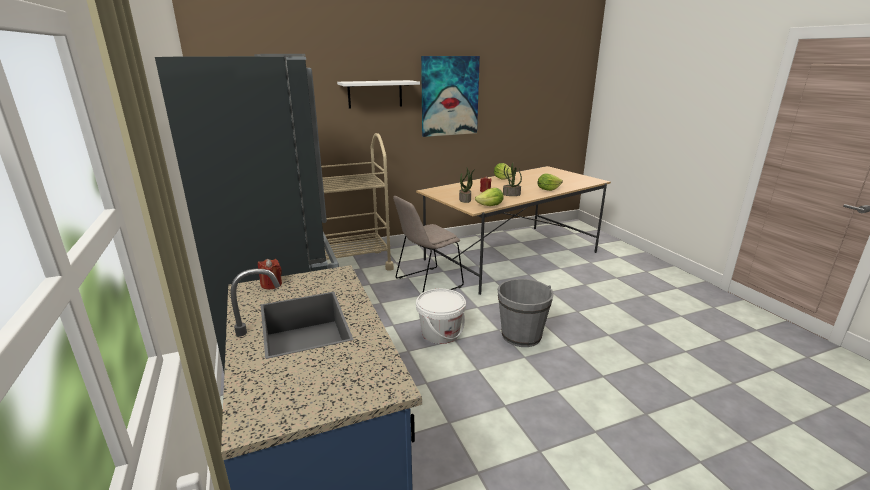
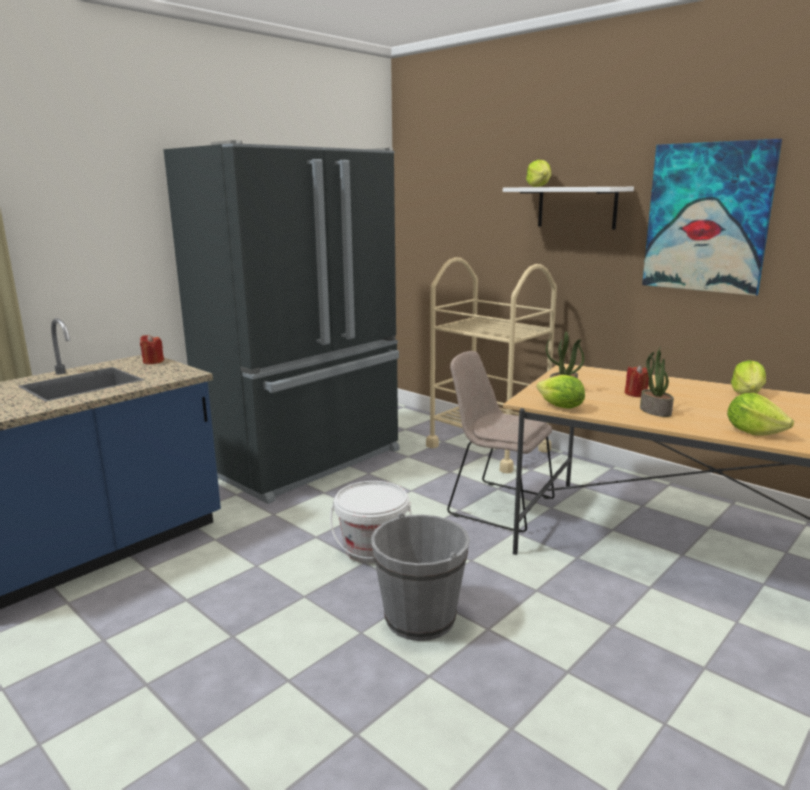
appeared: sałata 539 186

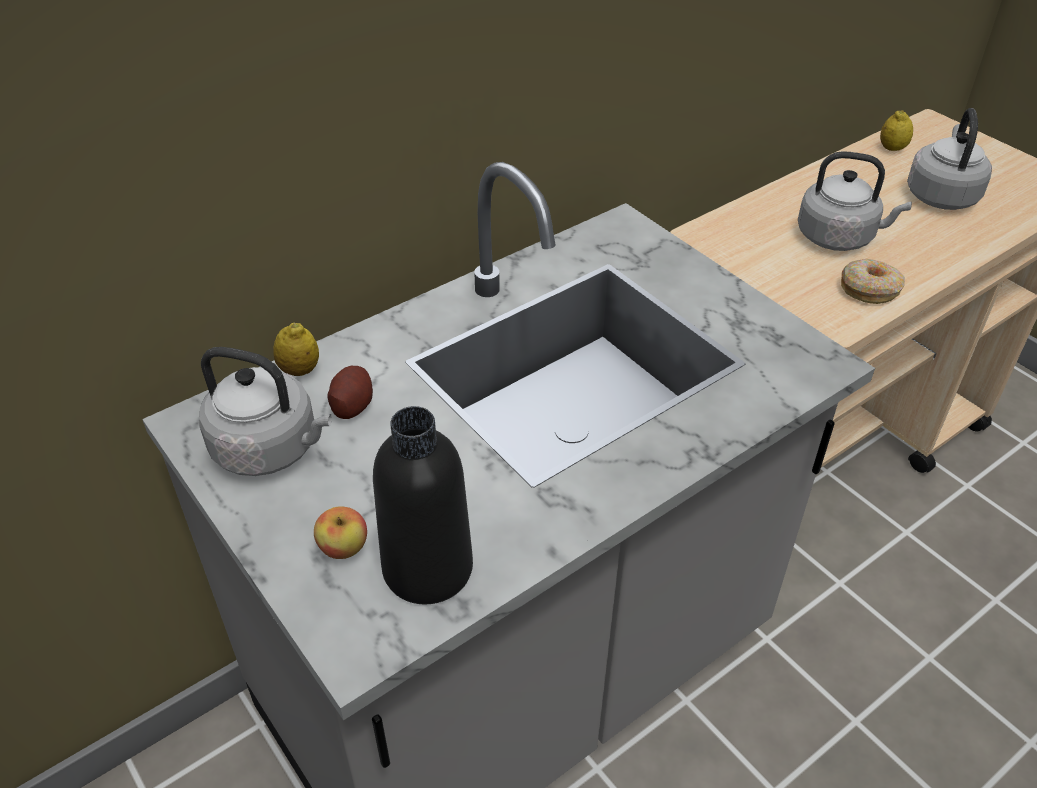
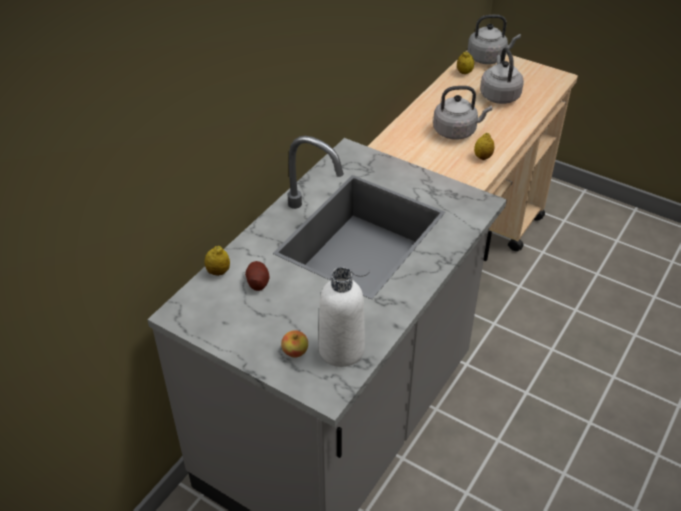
relocated: czajnik/szary 271 449 to 488 58
exchanged: donut 869 289 to cytryna 483 157
colour: butelka/czarny 427 568 to butelka/biały 341 350

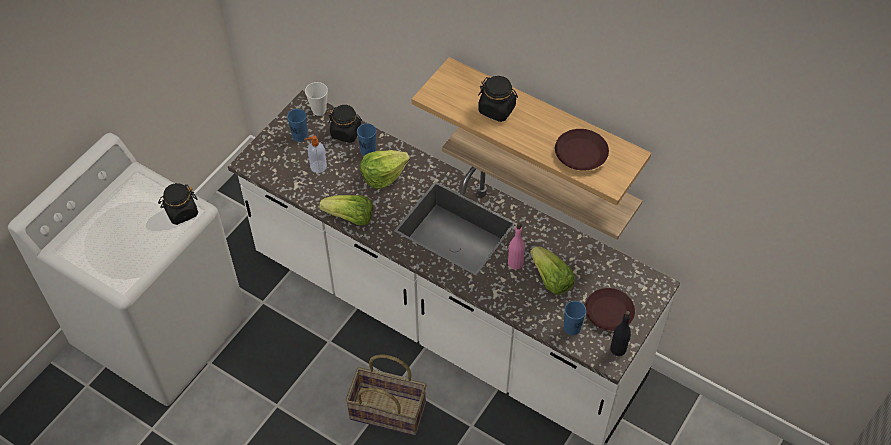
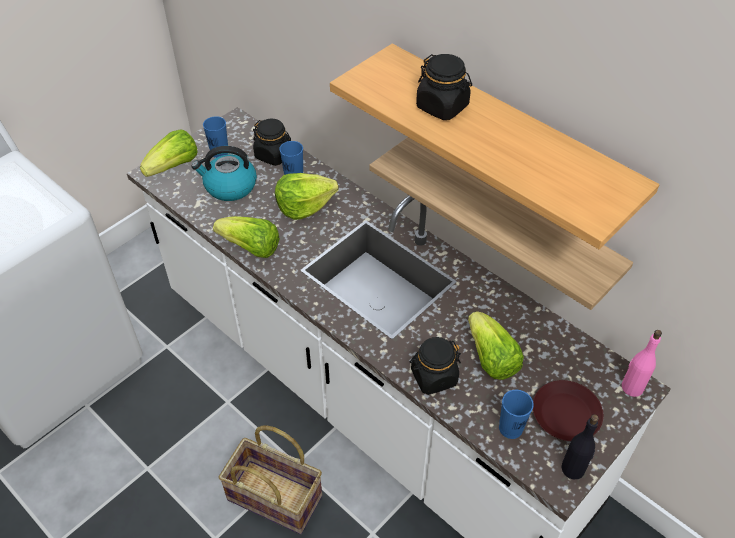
missing: filiżanka 319 110; talerz/brązowy 581 154
appeared: sałata 174 166
relocated: słoik/czarny 181 212 to 433 377; butelka/różowy 515 263 to 632 387
exchanged: dozownik mydła 317 167 to czajnik 229 187

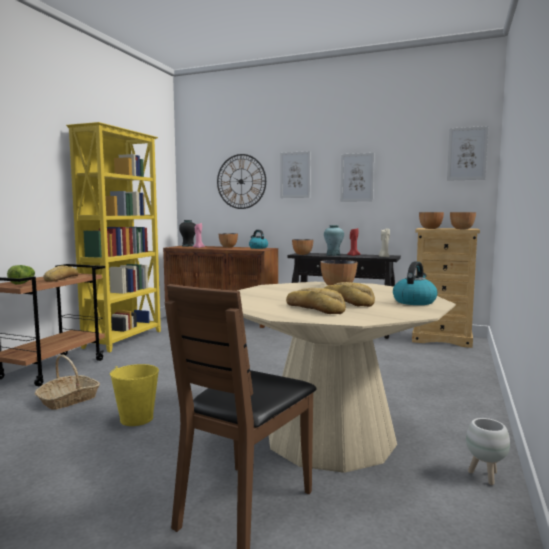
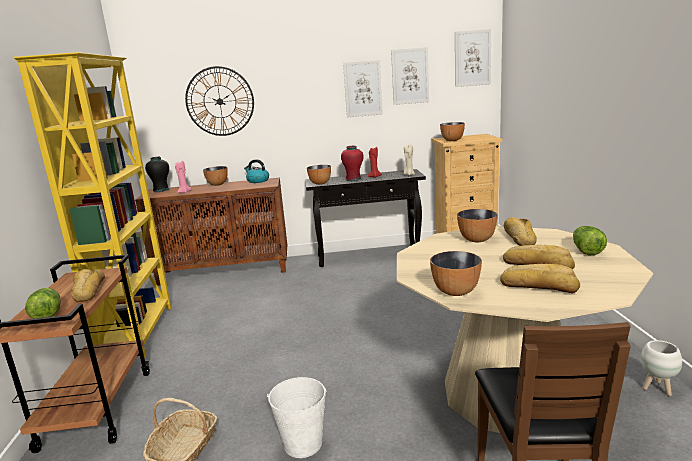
appeared: chleb 519 238
relocated: obraz 295 175 to 410 76; miska 461 229 to 455 291
exchanged: czajnik 414 301 to sałata 586 250
colour: wiadro/żółty 136 418 to wiadro/biały 302 443; wazon/turkusowy 333 255 to wazon/czerwony 353 179

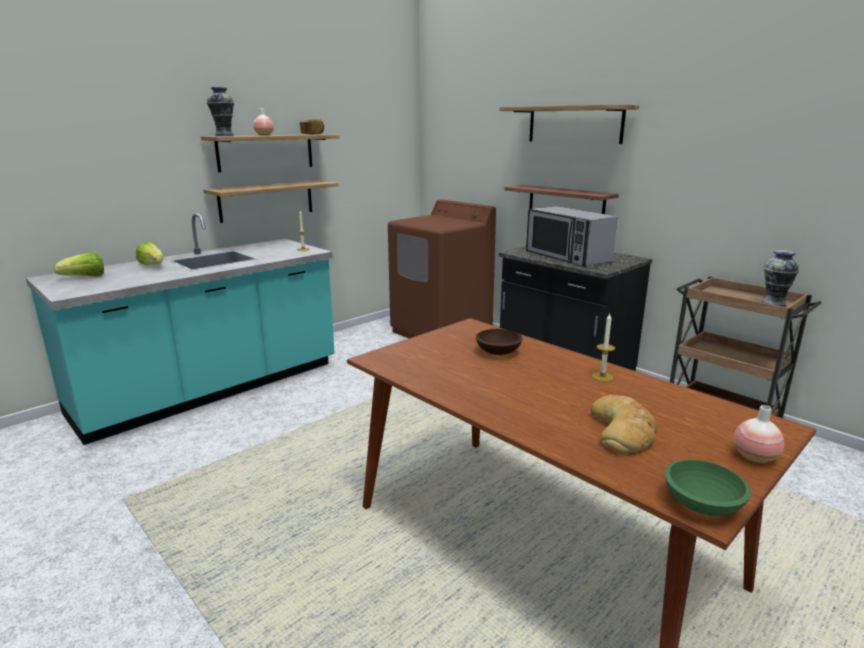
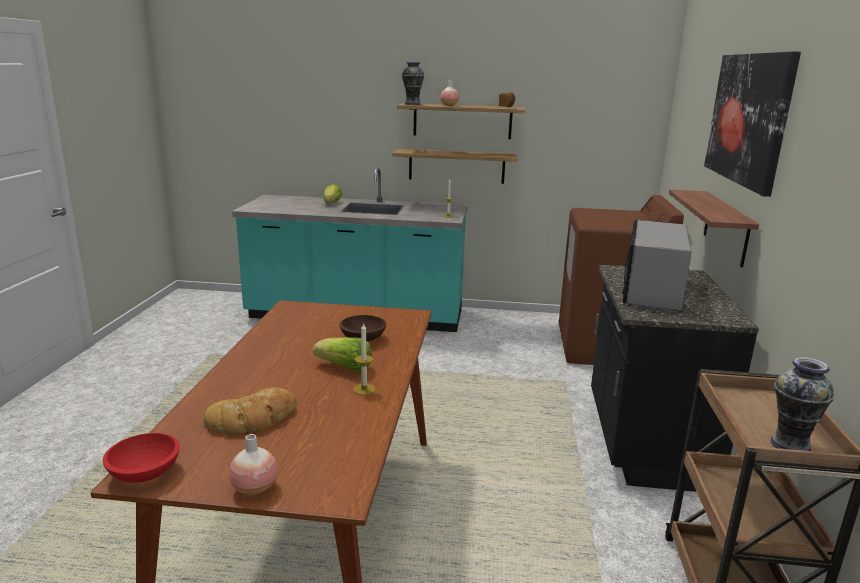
relocated: sałata 85 277 to 345 368
exchanged: półka 574 124 to obraz 748 118
colour: miska/zielony 702 503 to miska/czerwony 146 473

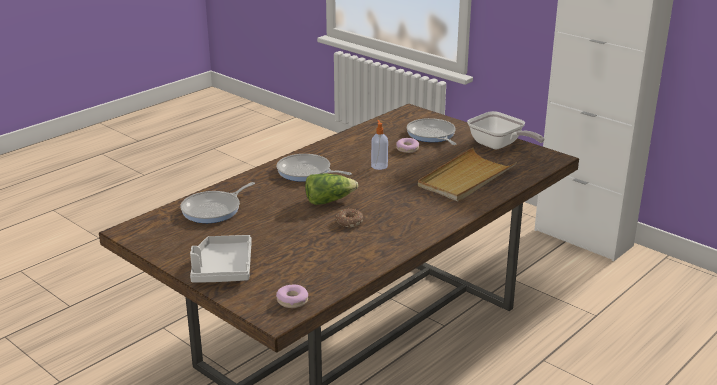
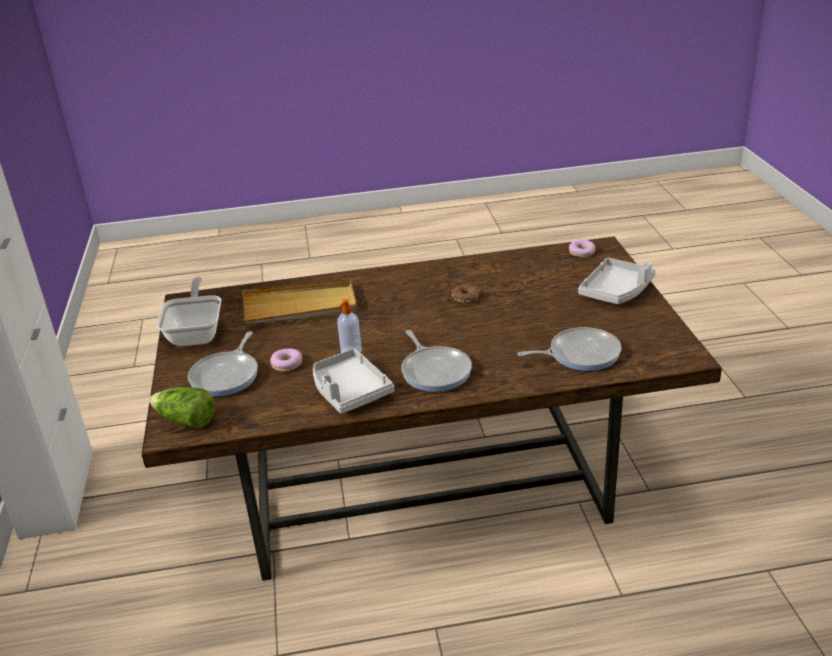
appeared: taca/szary 349 391
relocated: sałata 329 201 to 186 421

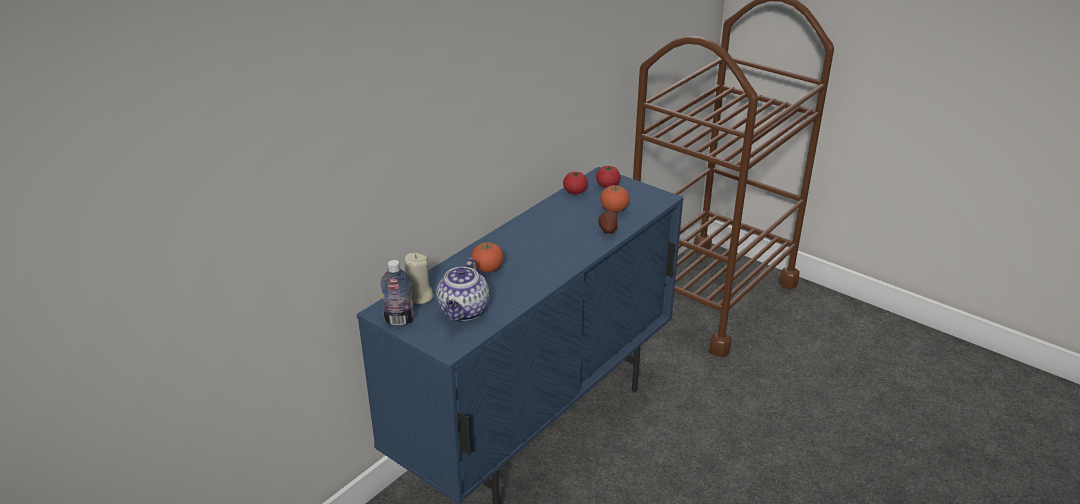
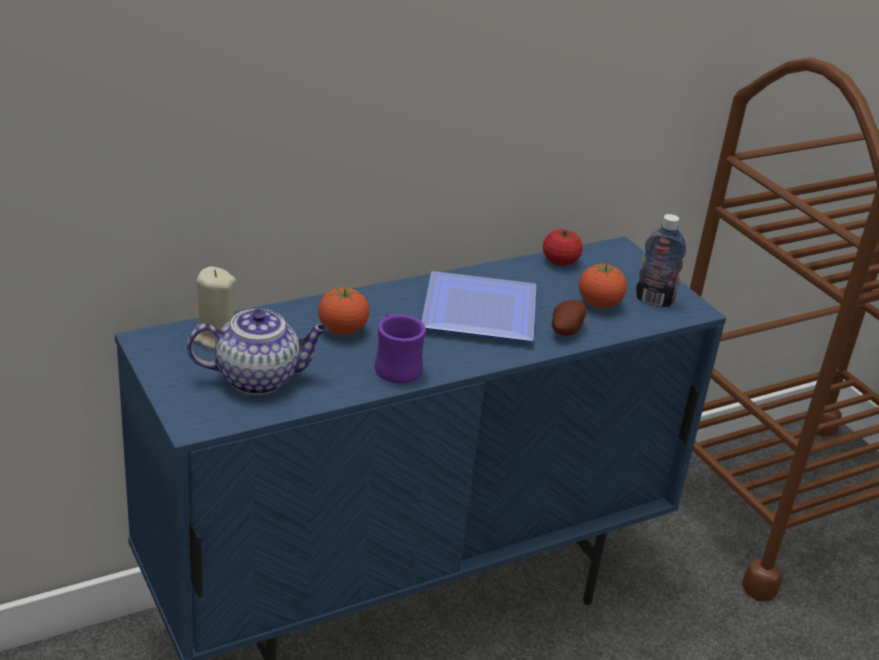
missing: pomidor 607 185
appeared: kubek/fioletowy 395 366; talerz 475 313
relocated: butelka 399 320 to 654 300
spun: imbryk 464 311 = 259 378 135 degrees counterclockwise

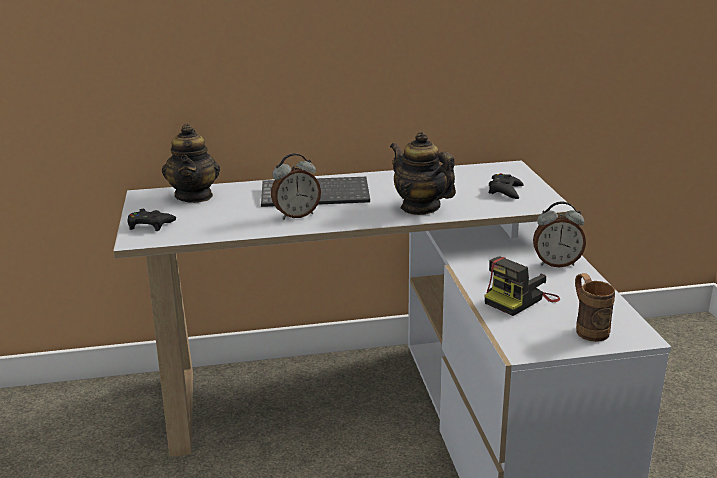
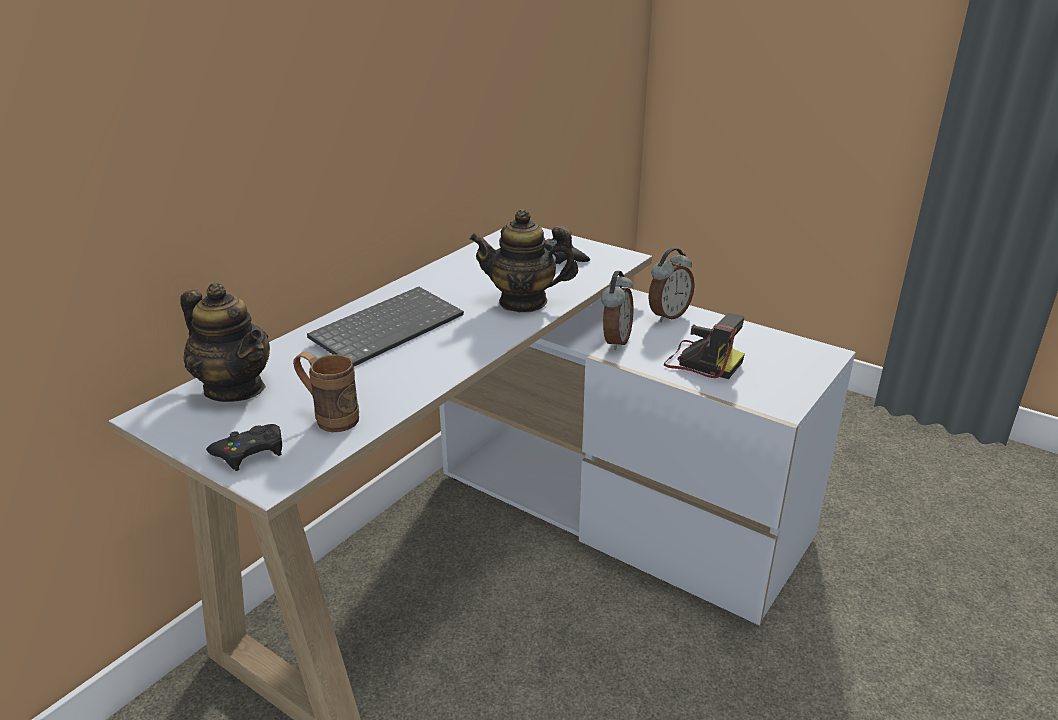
relocated: budzik 296 215 to 615 341; kubek/brązowy 588 328 to 329 417
spun: aparat fotograficzny 520 300 = 701 362 60 degrees counterclockwise

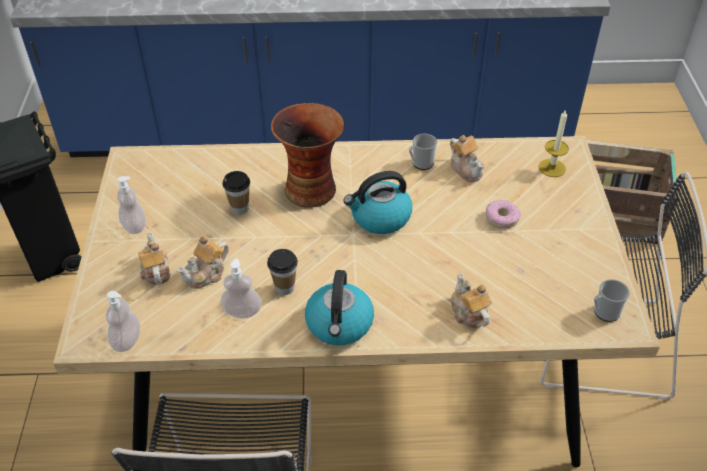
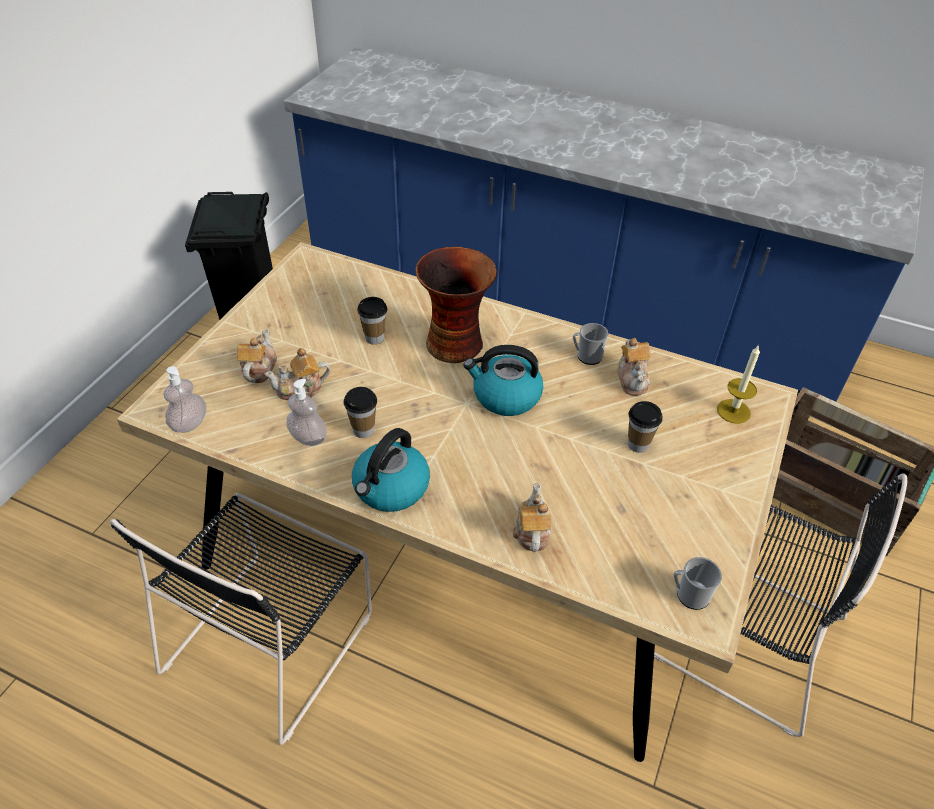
missing: dozownik mydła 134 226
exchanged: donut 501 218 to filiżanka 637 444

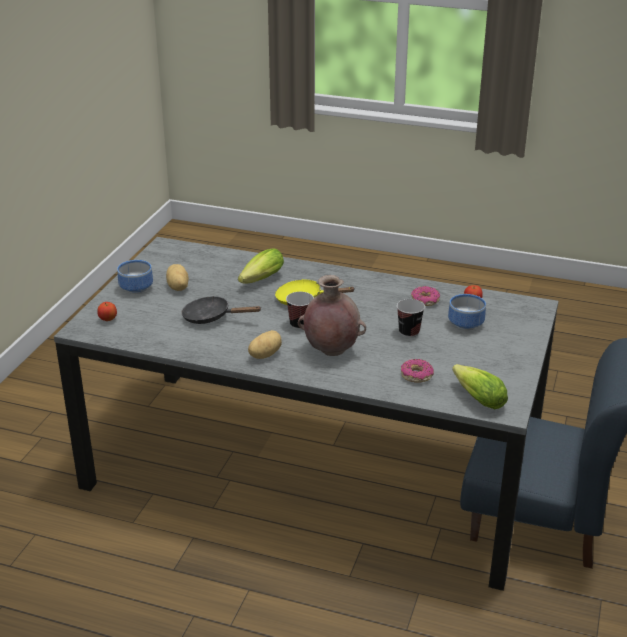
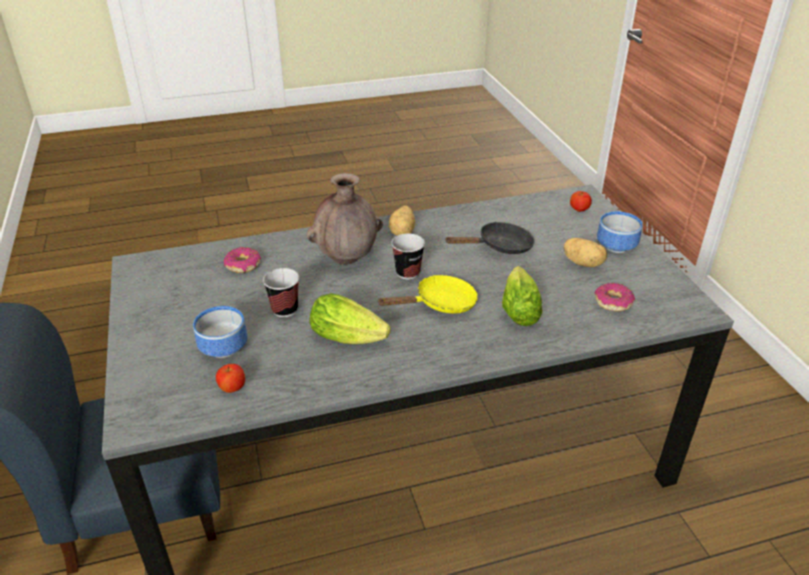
relocated: donut 425 301 to 613 302; sałata 476 397 to 351 337

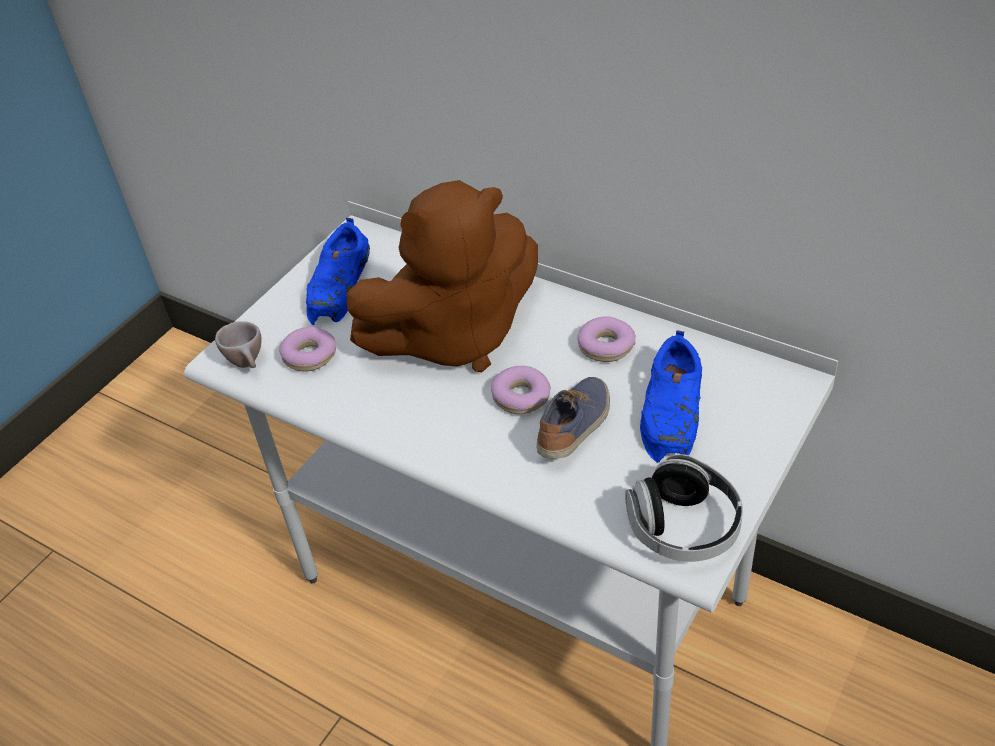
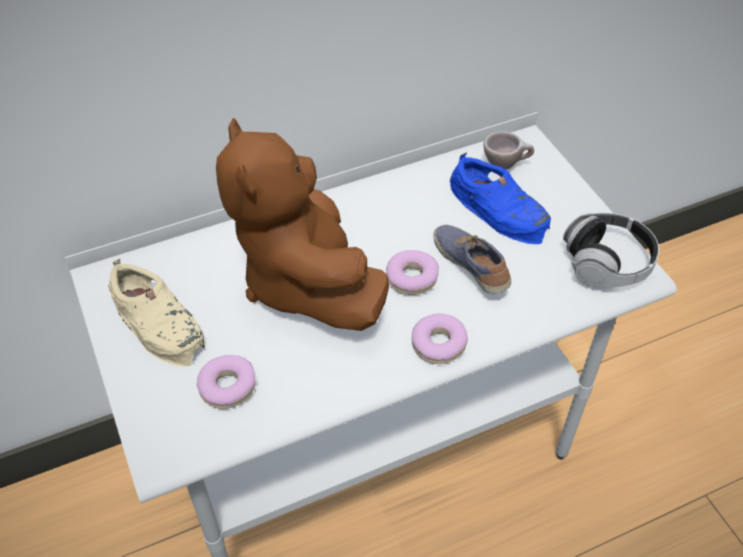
relocated: filiżanka/beżowy 248 364 to 505 165; donut 606 346 to 438 344
colour: but/niebieski 340 285 to but/beżowy 158 322
spun: pluszak/brązowy 454 336 = 305 281 150 degrees clockwise

